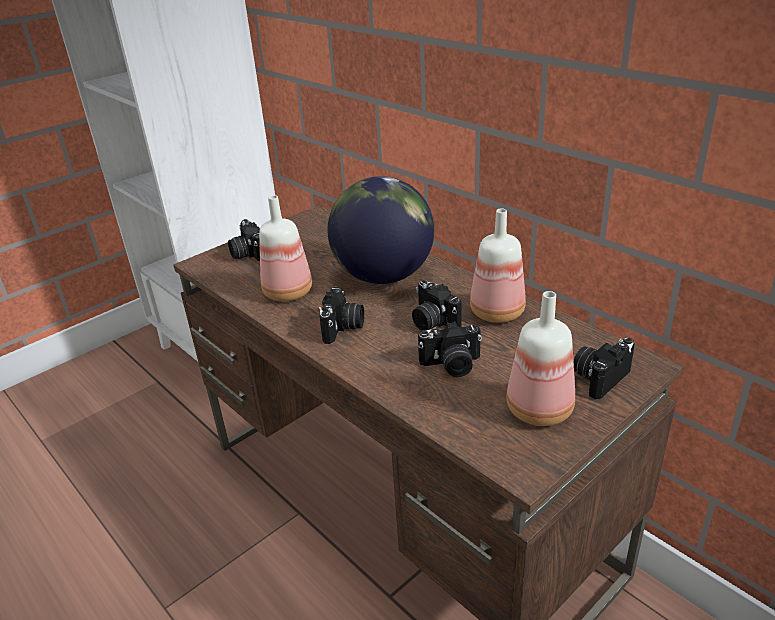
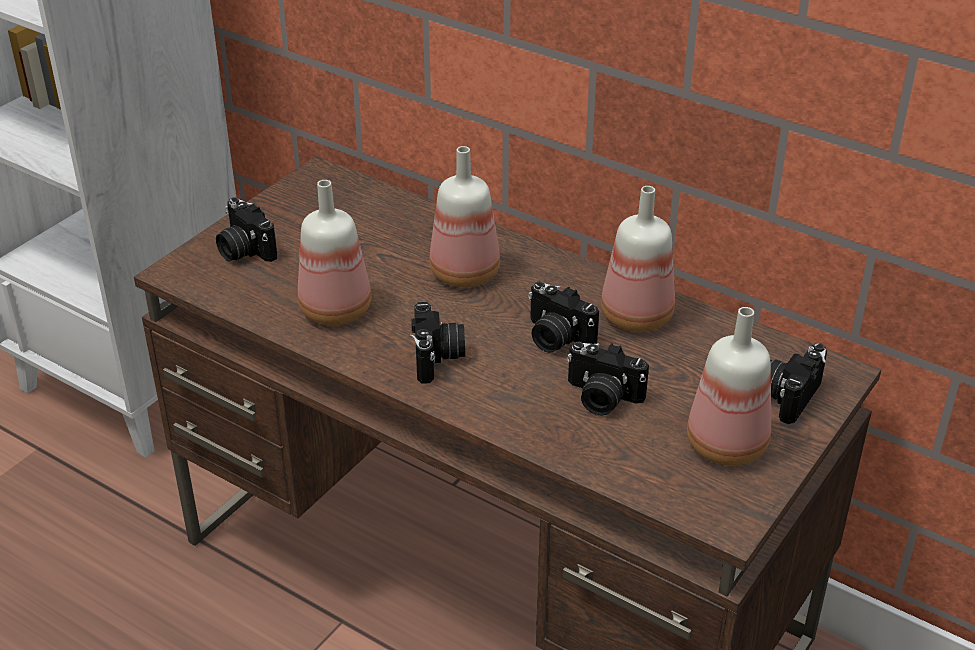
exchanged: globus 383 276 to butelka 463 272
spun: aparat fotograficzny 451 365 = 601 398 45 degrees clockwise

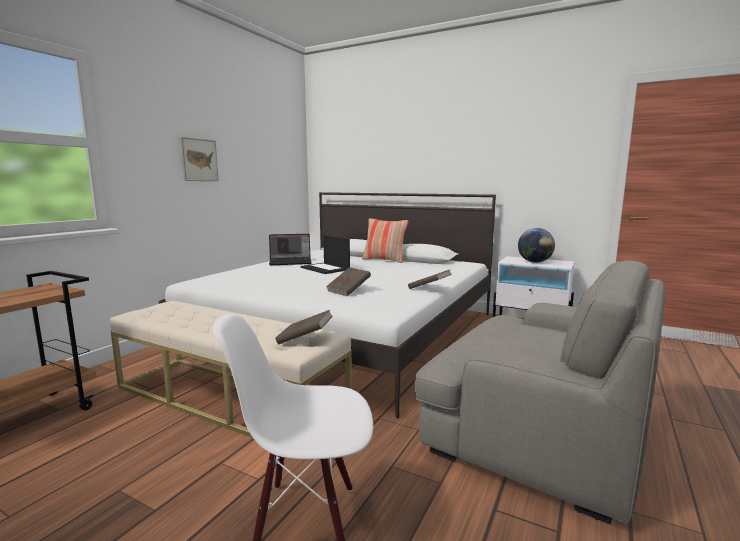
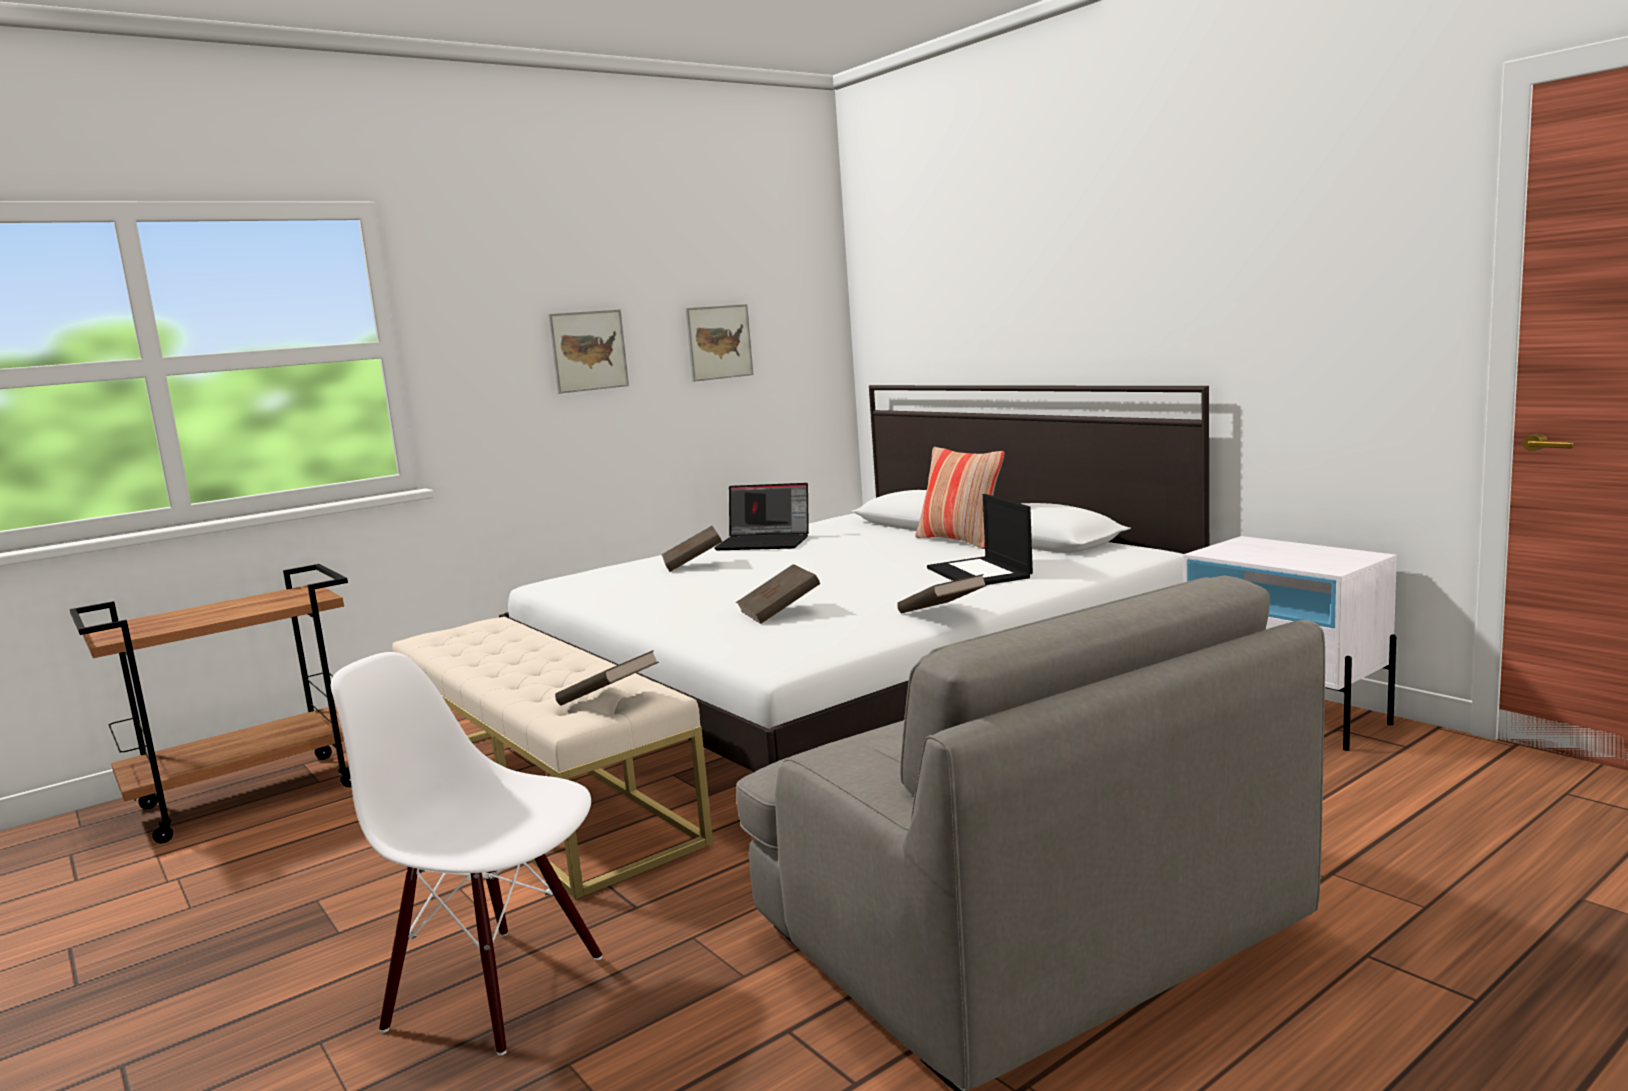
missing: globus 534 262
appeared: książka/brązowy 693 564; obraz 719 342
relocated: laptop 325 268 to 980 573

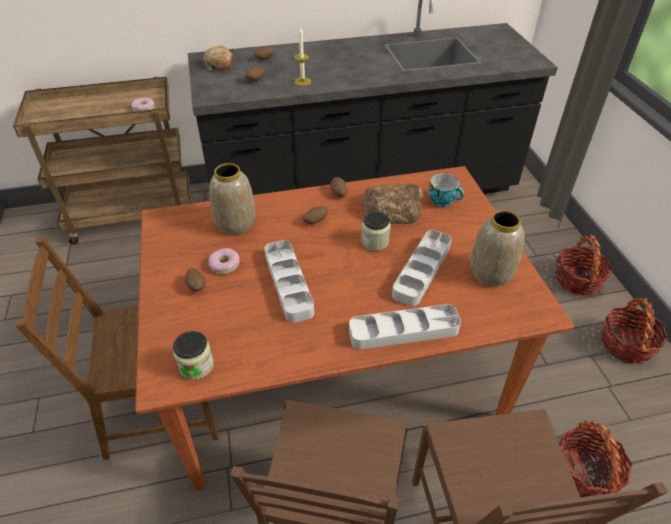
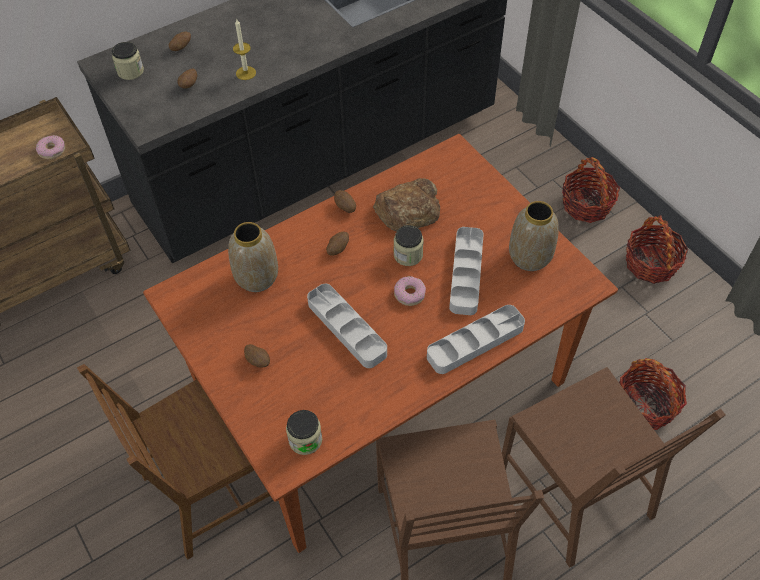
missing: filiżanka 443 200
relocated: donut 224 264 to 409 294
exchanged: chleb 219 65 to słoik 130 71

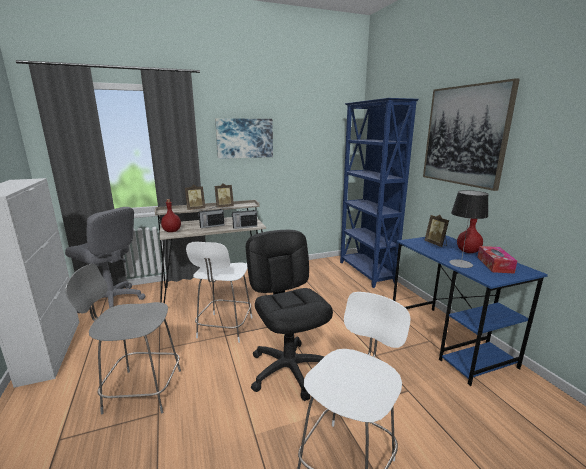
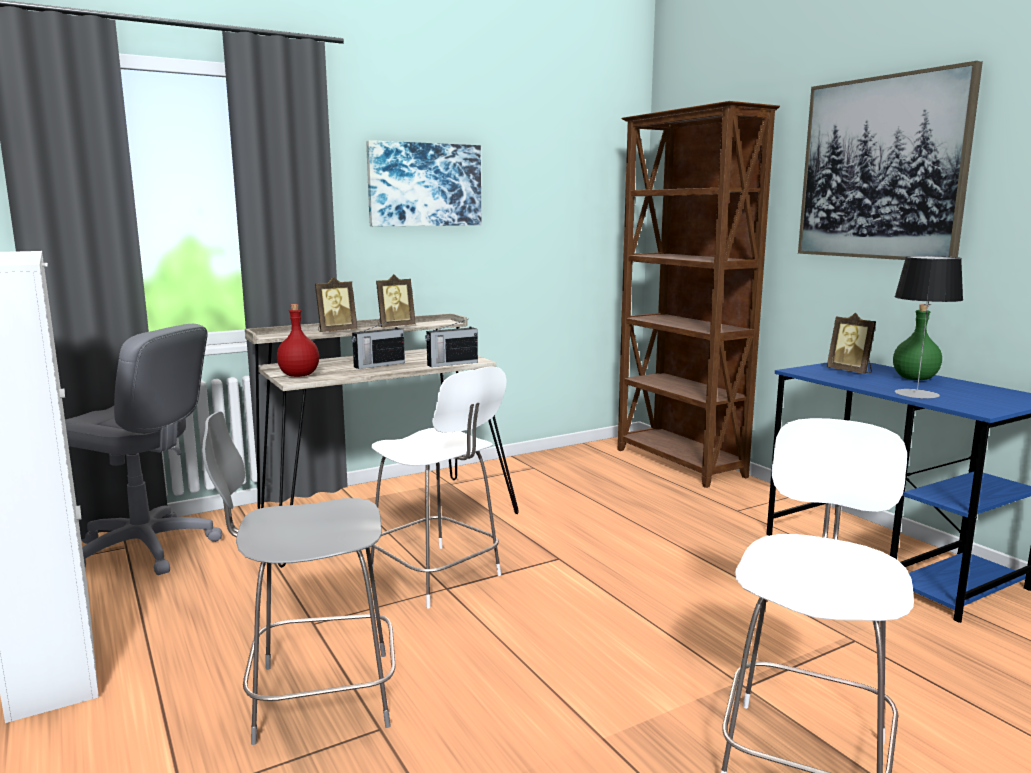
missing: krzesło biurowe/czarny 289 370; pudełko chusteczek 494 265
colour: regał/niebieski 366 272 to regał/brązowy 679 463; butelka/czerwony 468 252 to butelka/zielony 915 379
spun: krzesło/biały 224 328 = 438 577 45 degrees counterclockwise

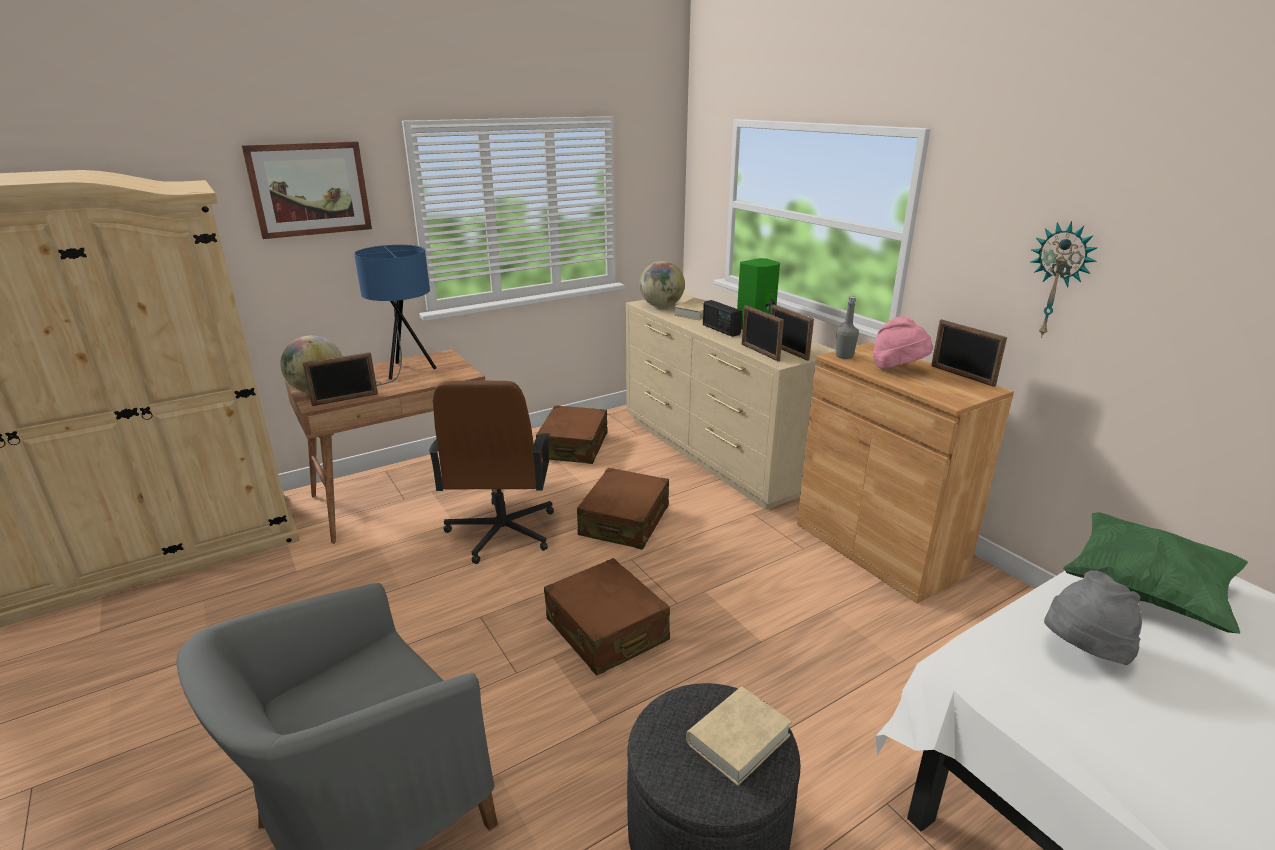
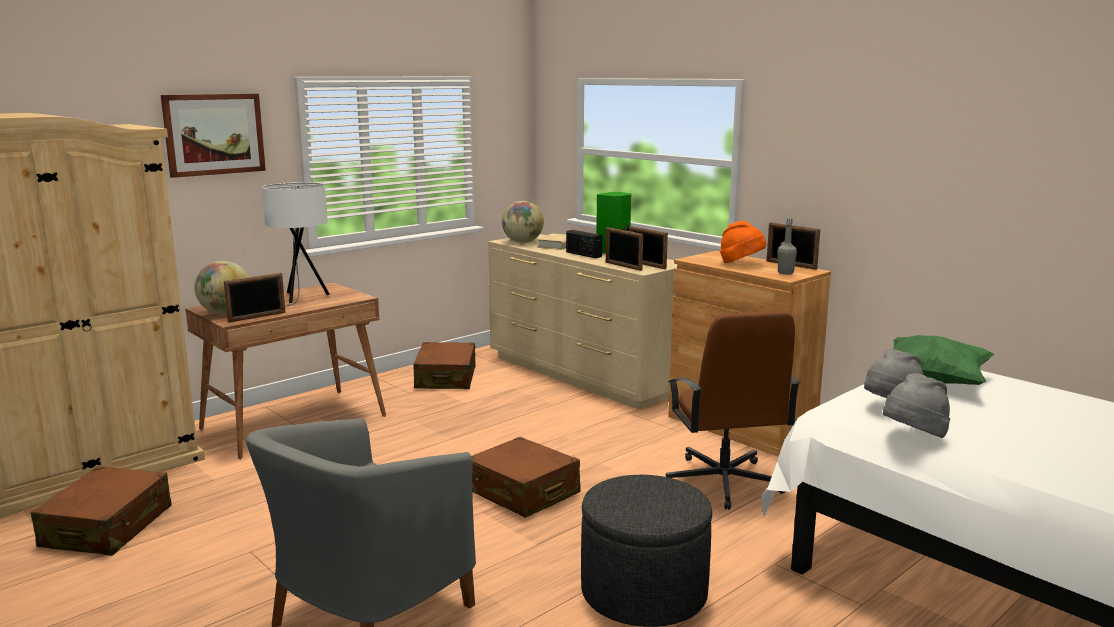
missing: książka/beżowy 738 739; zegar ścienny 1058 280
appeared: kapelusz/szary 913 437
relocated: krzesło biurowe/brązowy 501 532 to 723 482; walizka/brązowy 625 521 to 108 527; butelka/szary 844 356 to 785 272
colour: lampa stołowa/niebieski 405 372 to lampa stołowa/biały 300 298; kapelusz/różowy 898 369 to kapelusz/pomarańczowy 741 264

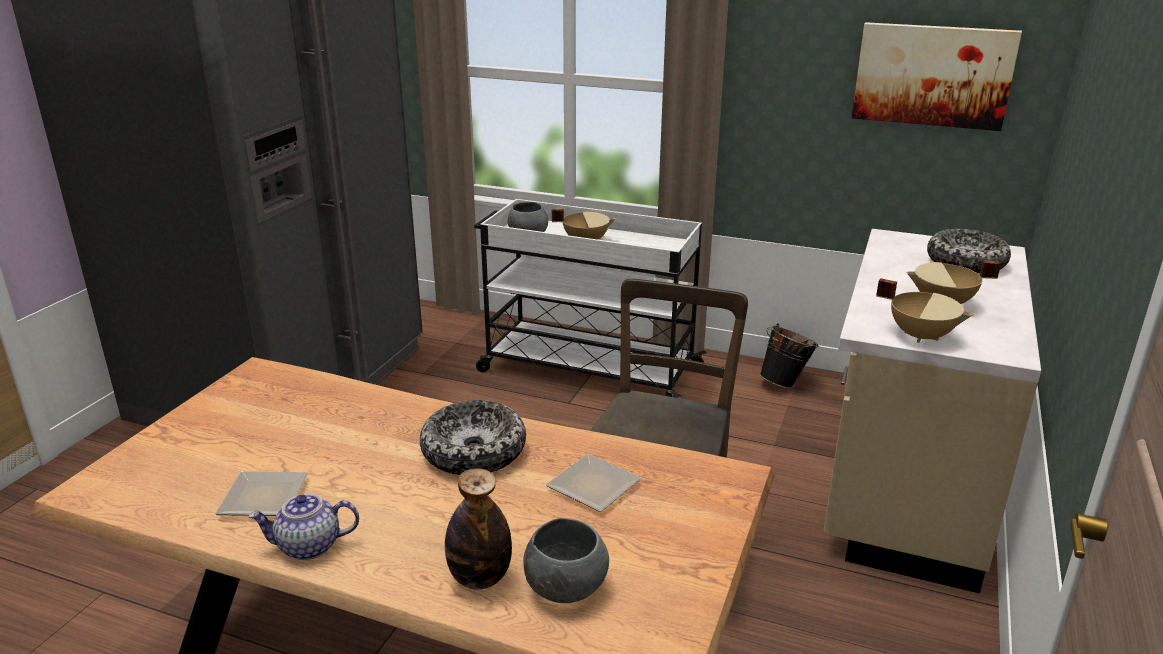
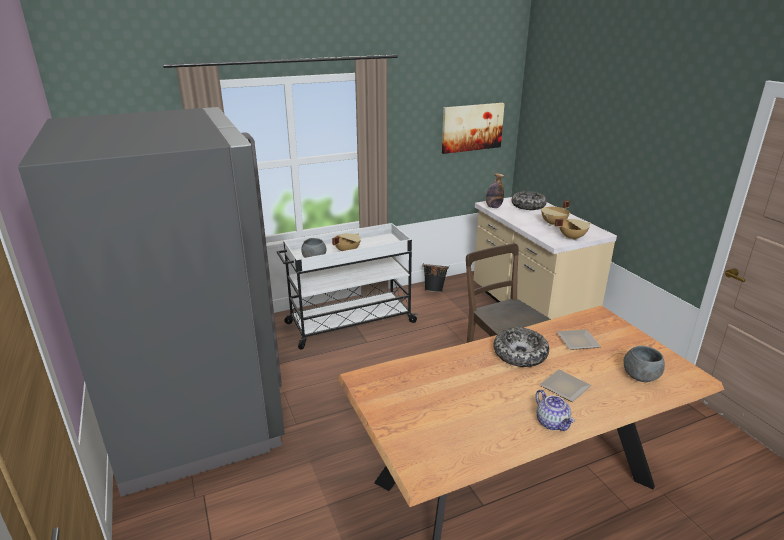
relocated: talerz 267 496 to 564 386; butelka 480 578 to 493 207
spun: imbryk 308 546 = 552 423 60 degrees counterclockwise

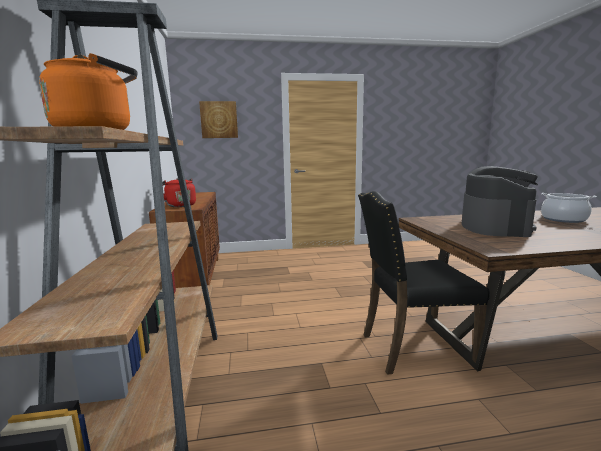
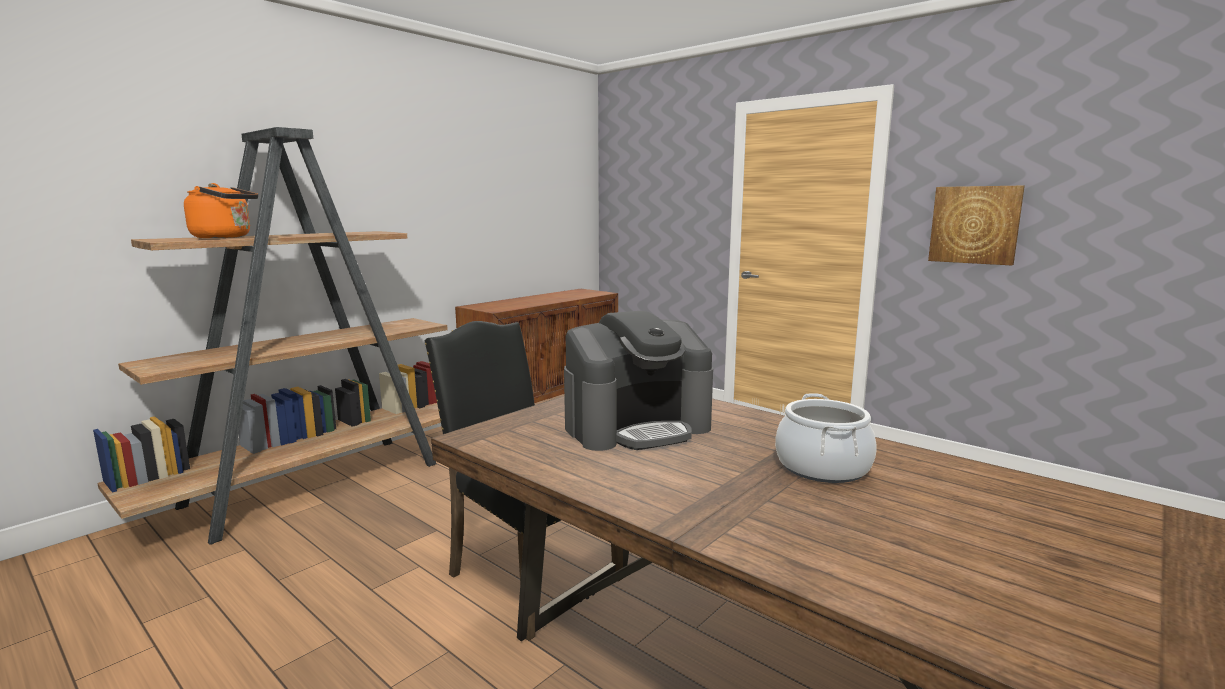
missing: czajnik/czerwony 180 205
relocated: obraz 219 120 to 974 225

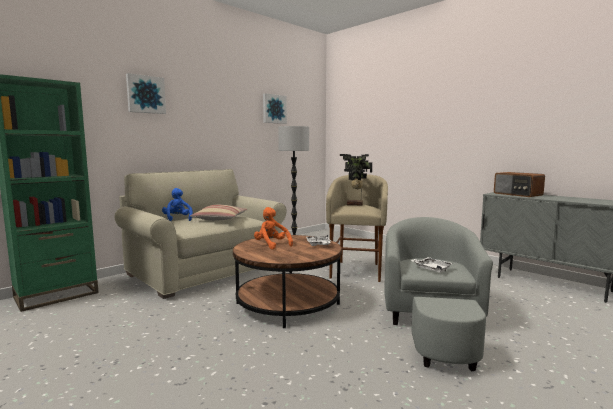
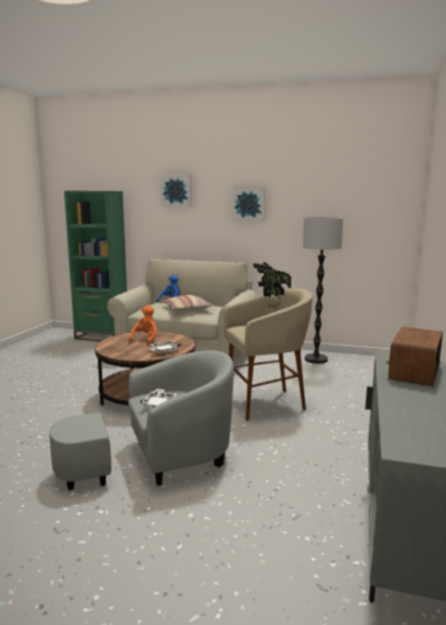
relocated: obraz 274 109 to 249 204

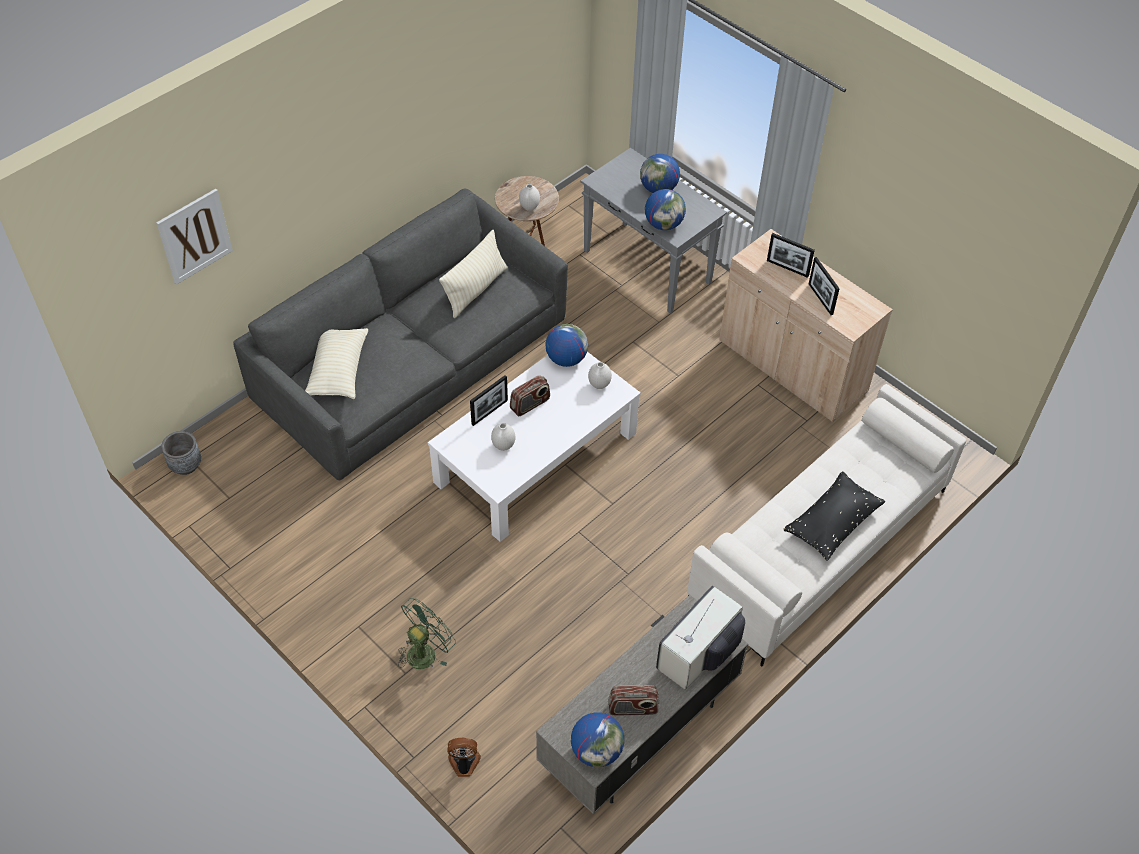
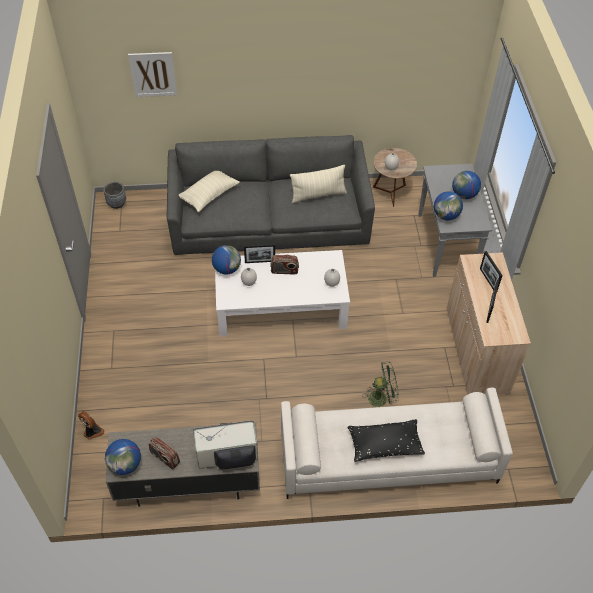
relocated: wentylator/zielony 425 651 to 381 397; globus 566 359 to 227 269

